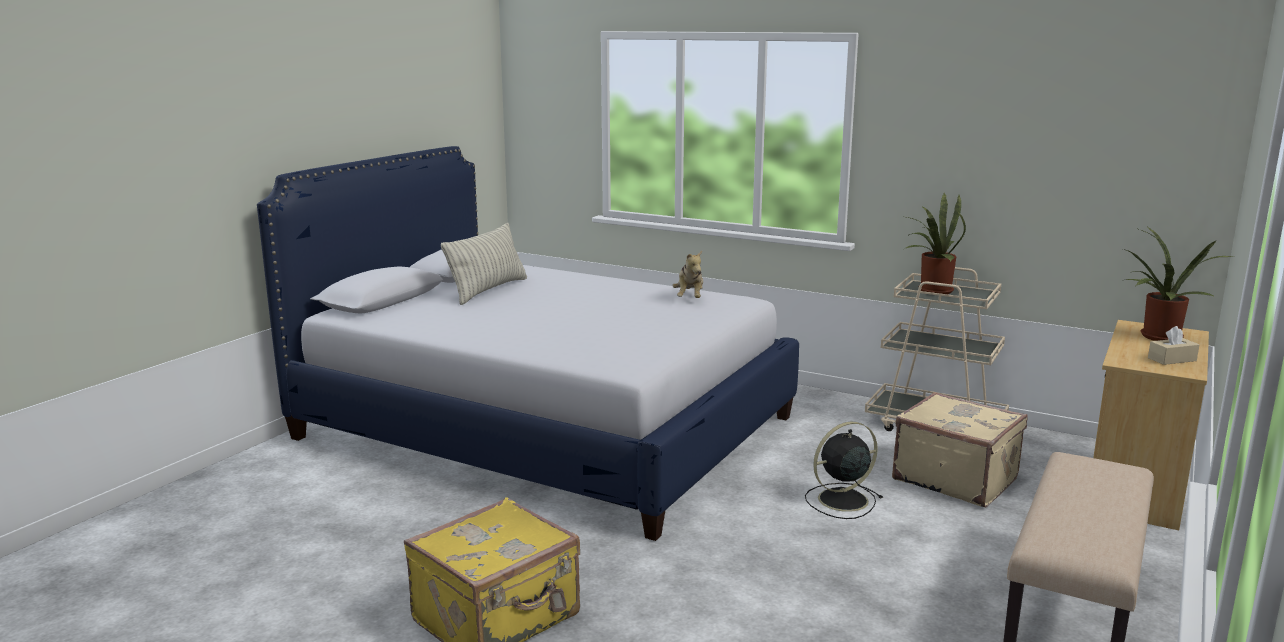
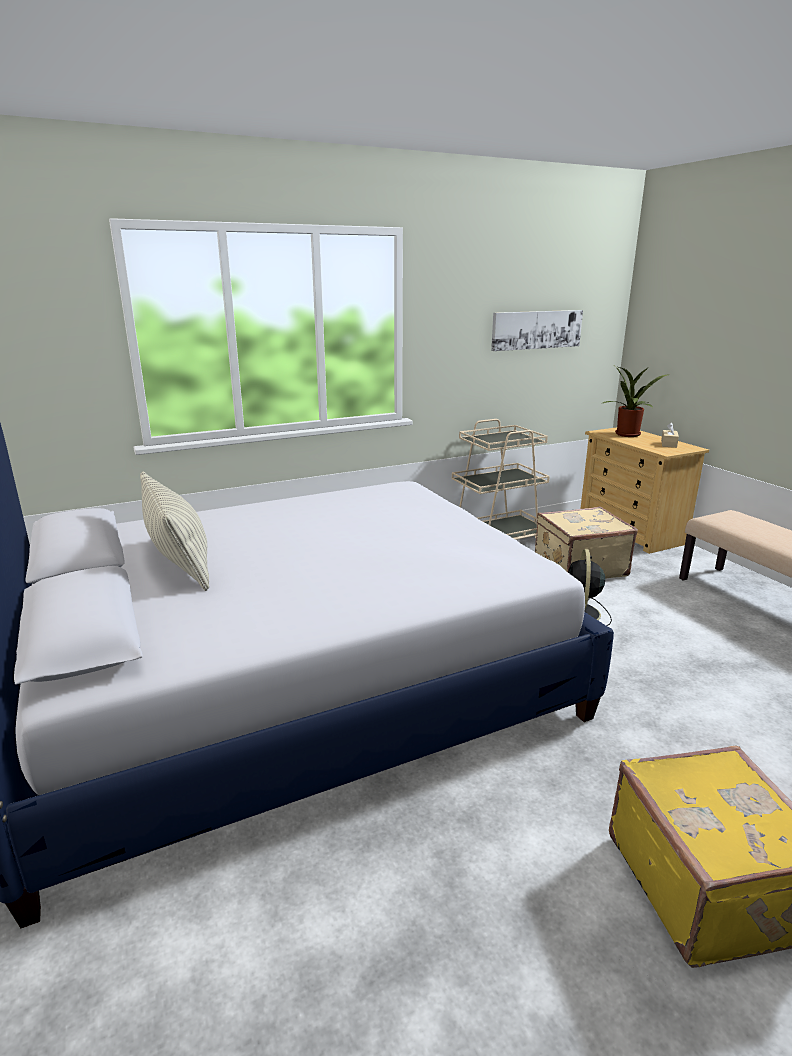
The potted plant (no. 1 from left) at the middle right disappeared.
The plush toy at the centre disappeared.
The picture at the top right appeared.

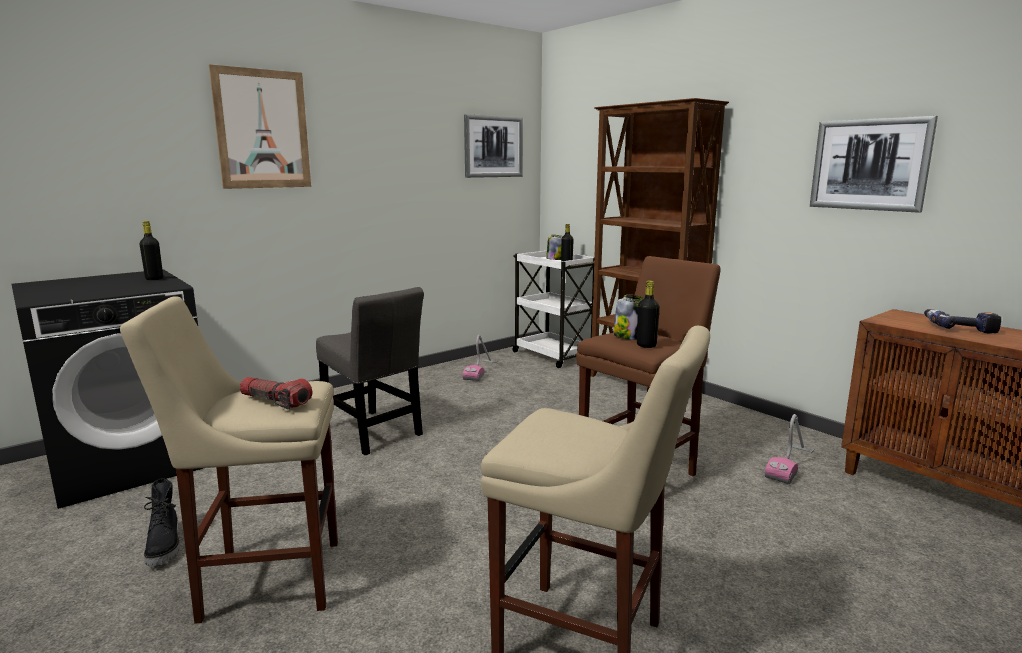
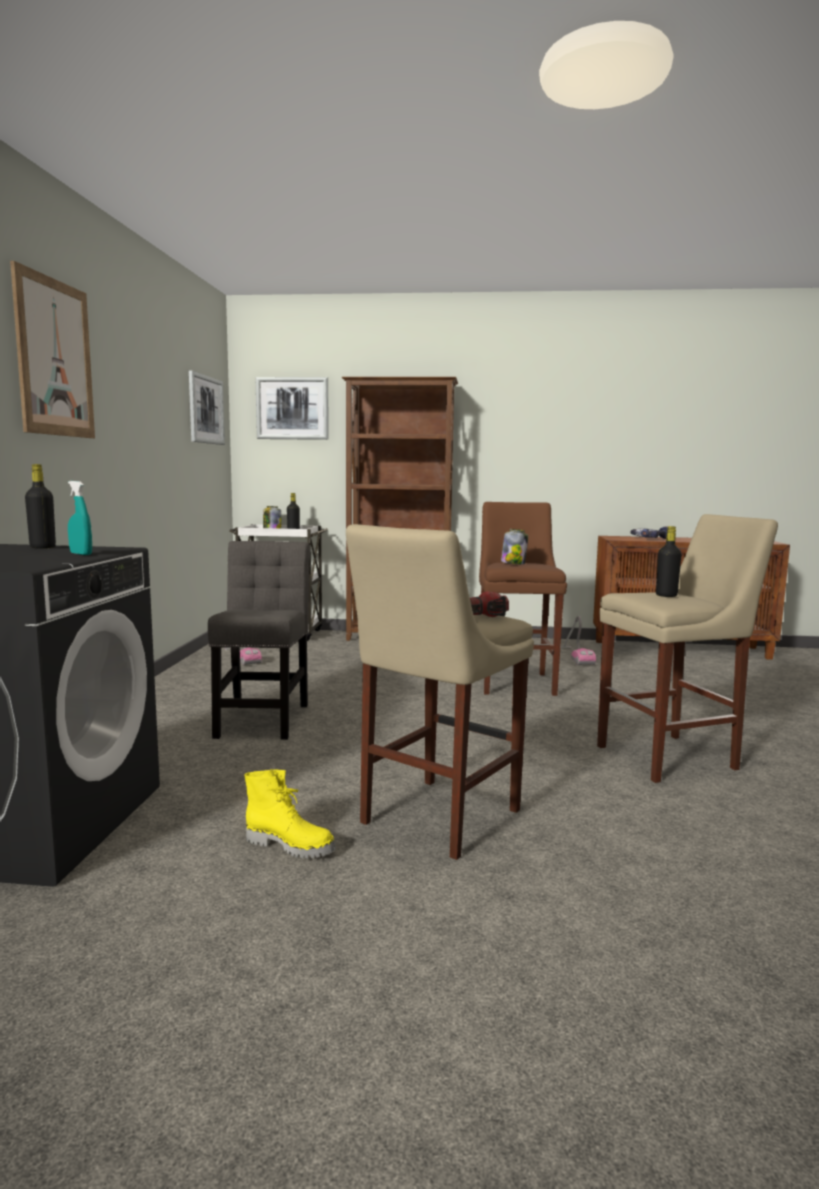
The picture (no. 3 from left) moved from the top right to the centre.
The black bottle (no. 3 from left) moved from the centre to the middle right.
The grey chair at the centre turned 90 degrees counterclockwise.
The black boot at the bottom left became the yellow boot at the bottom centre.
The turquoise spray bottle at the middle left appeared.

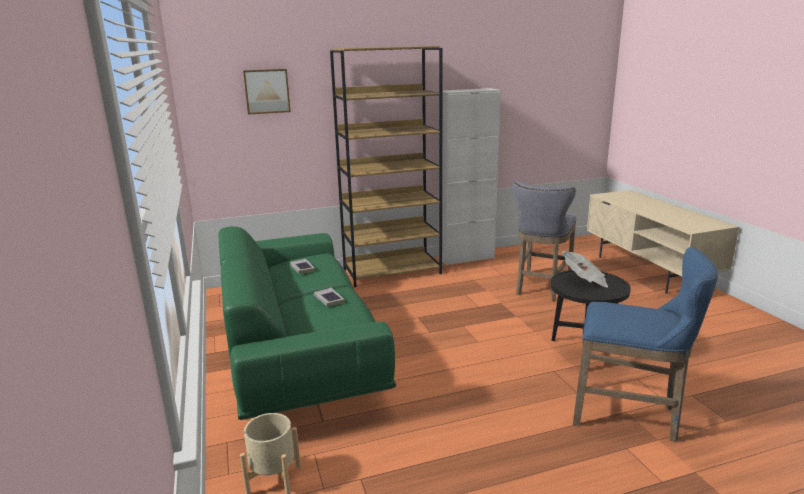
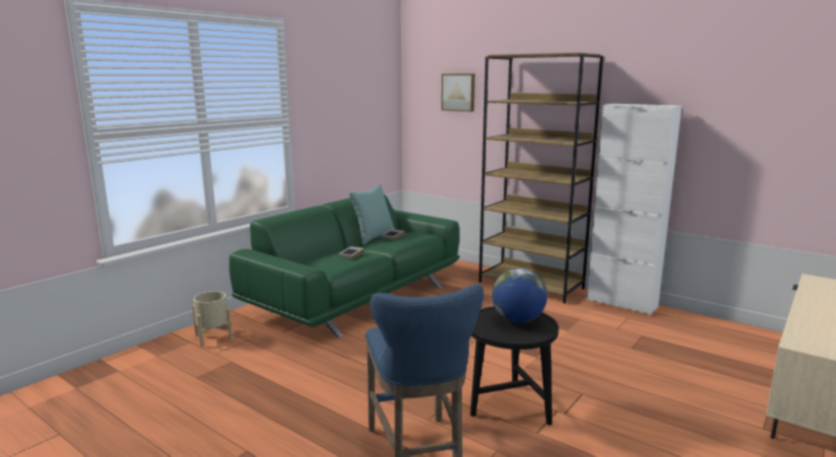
The grey stool at the middle right disappeared.
The newspaper at the middle right was replaced by the globe at the centre.
The turquoise pillow at the centre appeared.

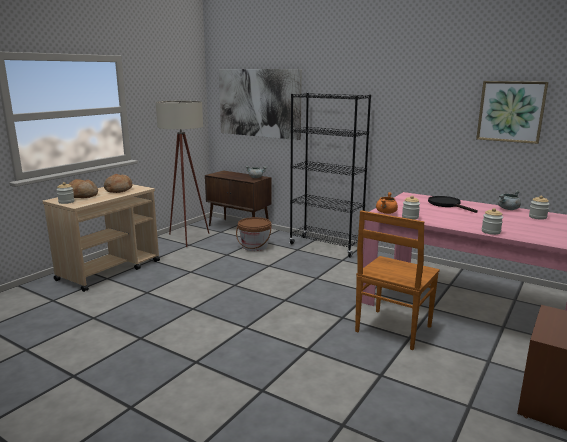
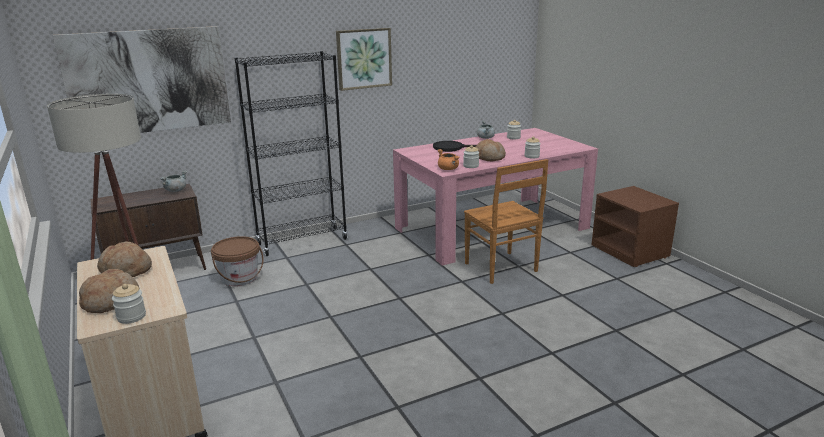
The picture (no. 2 from left) moved from the top right to the top centre.
The bread (no. 3 from left) at the centre appeared.

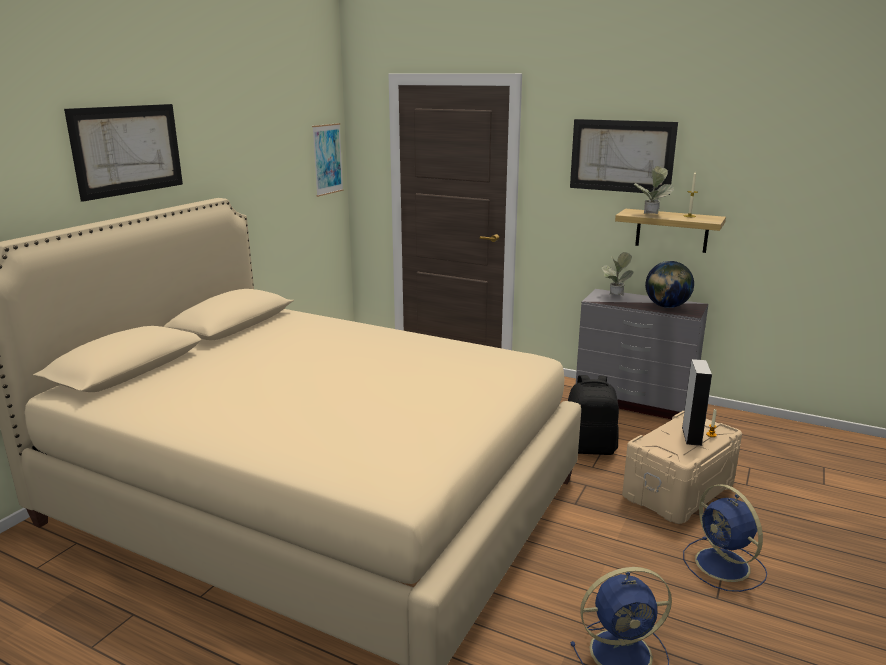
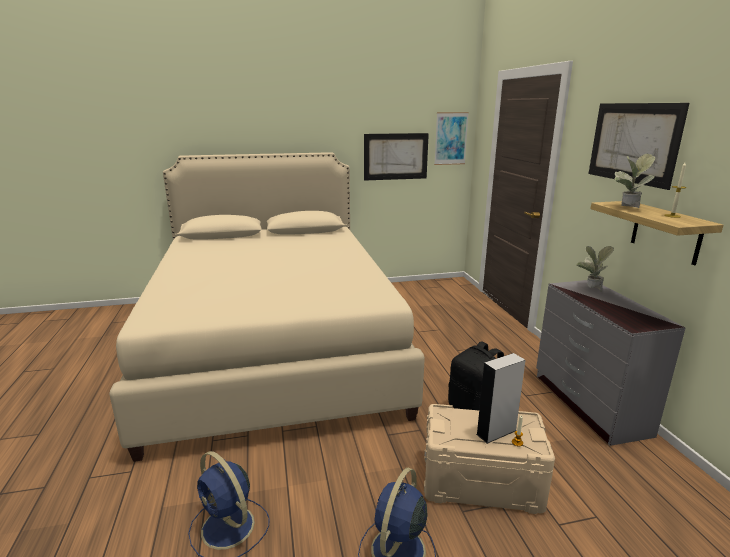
The picture (no. 1 from left) moved from the top left to the top centre.
The globe at the middle right disappeared.

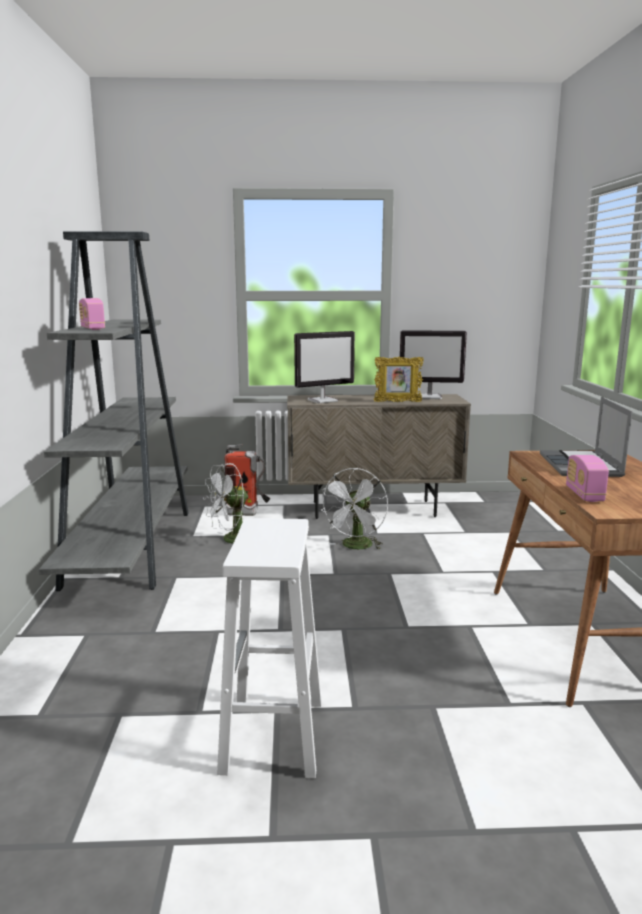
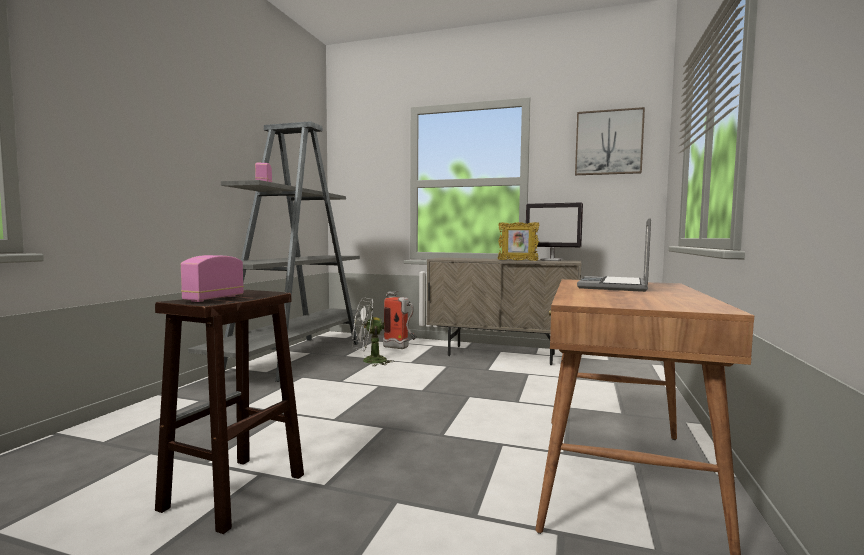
The monitor (no. 1 from left) at the centre disappeared.
The radio (no. 2 from left in the first image) moved from the middle right to the middle left.
The white fan (no. 2 from left) at the centre disappeared.
The white stool at the bottom centre became the brown stool at the bottom left.
The picture at the top right appeared.

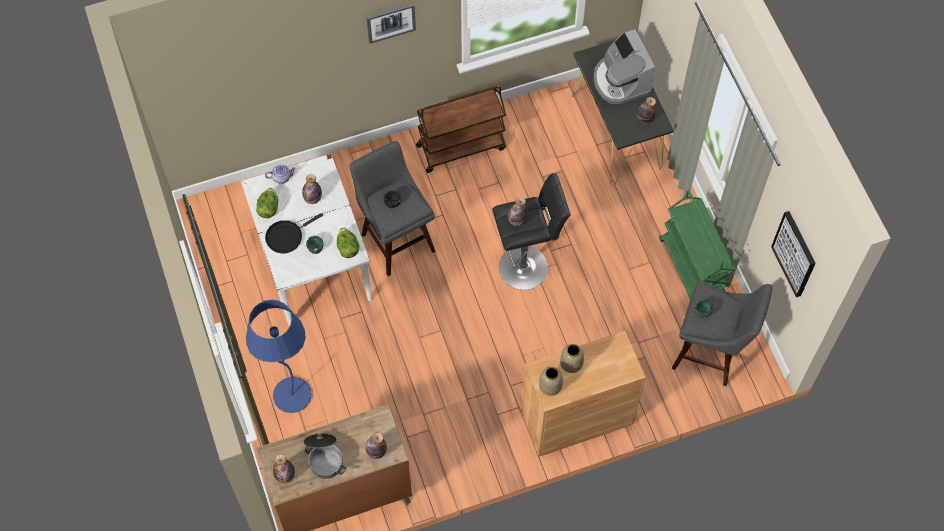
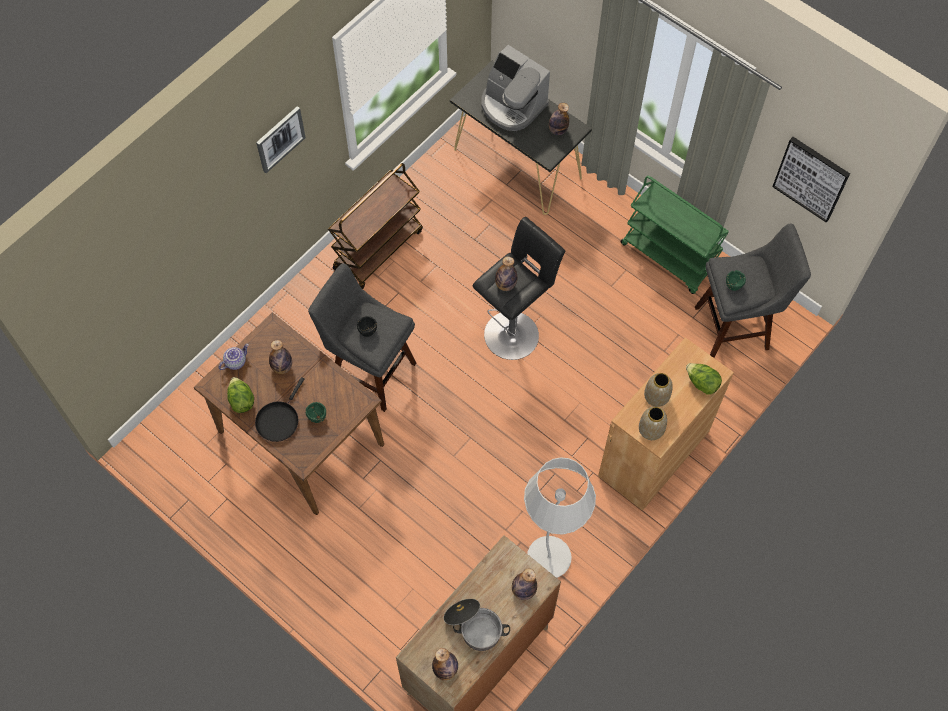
The white dining table at the middle left became the brown dining table at the middle left.
The lettuce (no. 2 from left) moved from the centre to the middle right.
The blue floor lamp at the bottom left disappeared.
The white floor lamp at the bottom centre appeared.

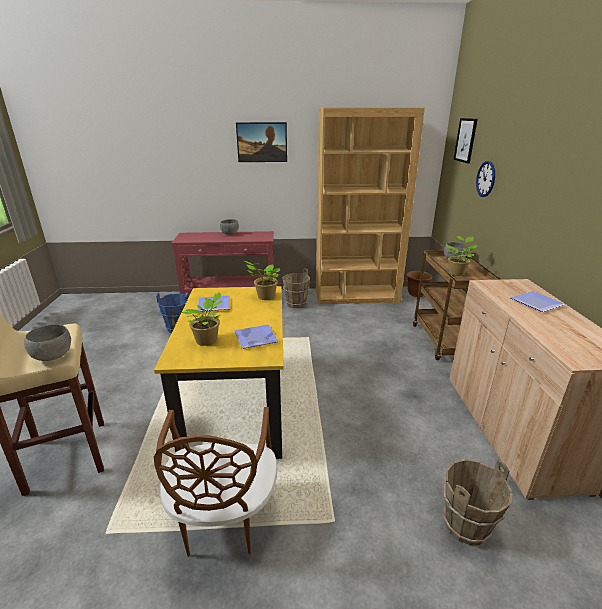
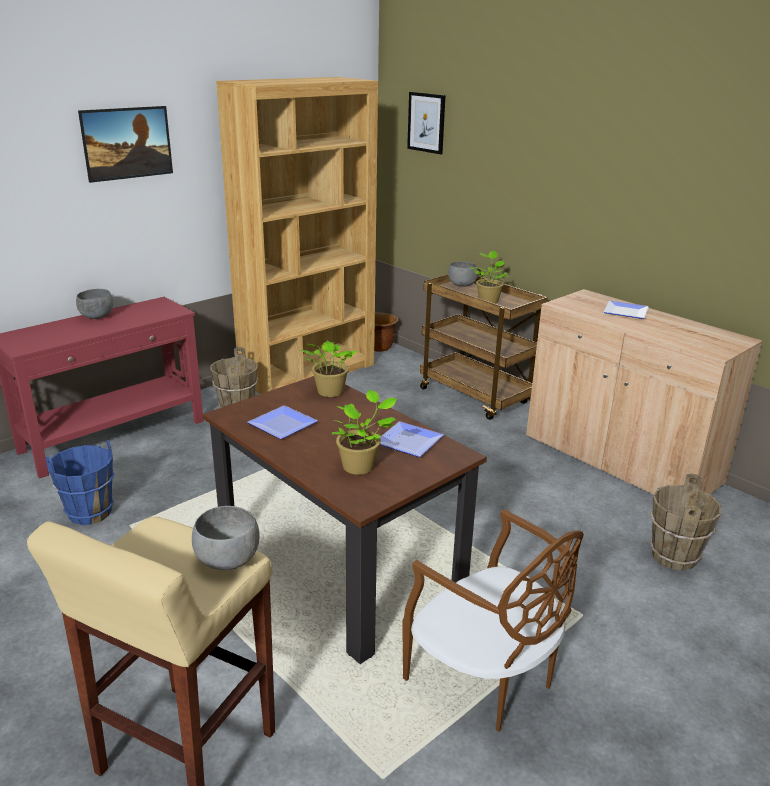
The wall clock at the top right disappeared.
The yellow dining table at the centre became the brown dining table at the centre.

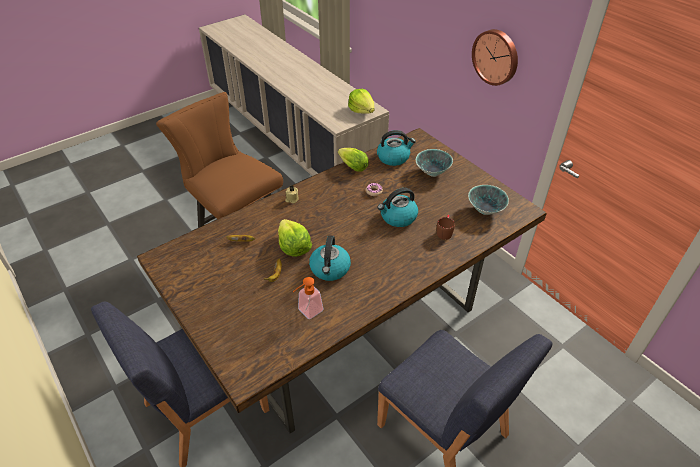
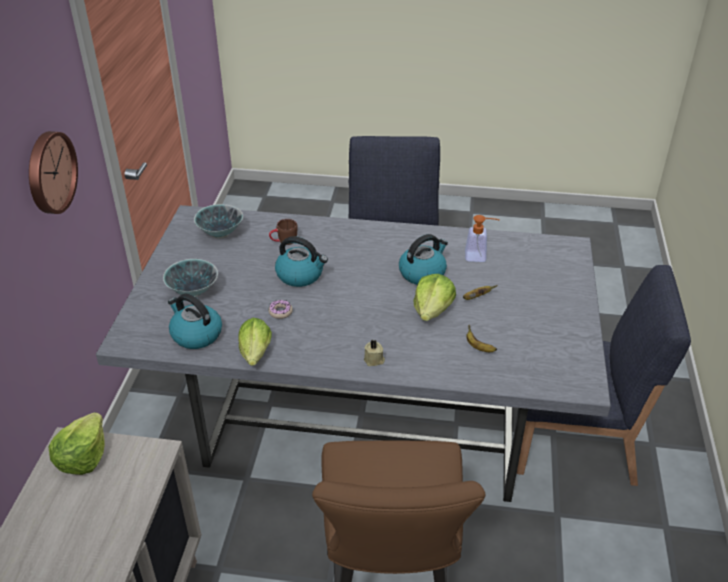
The brown dining table at the centre became the grey dining table at the centre.

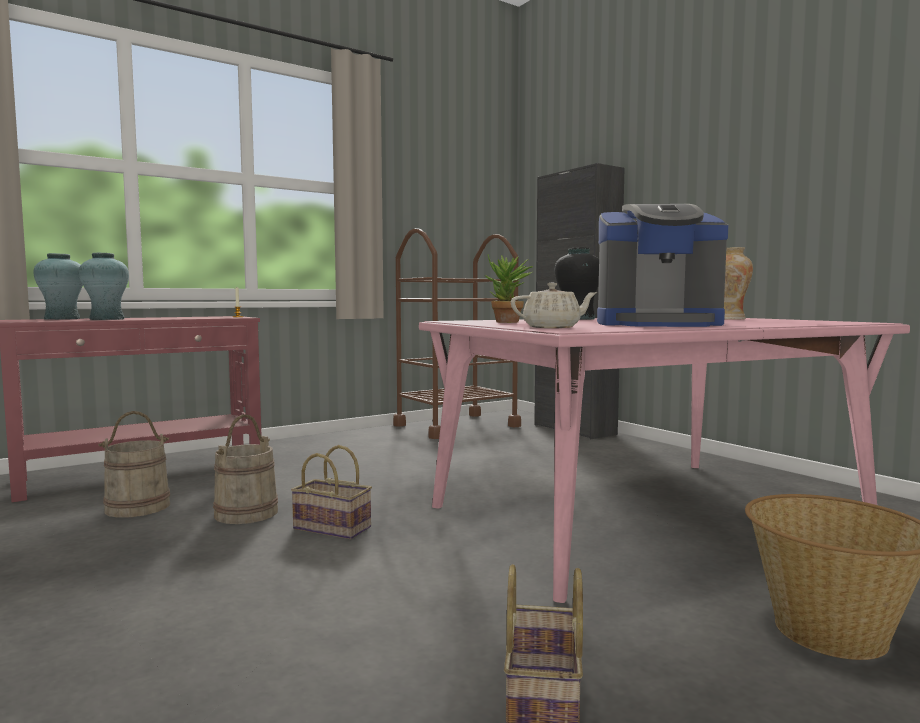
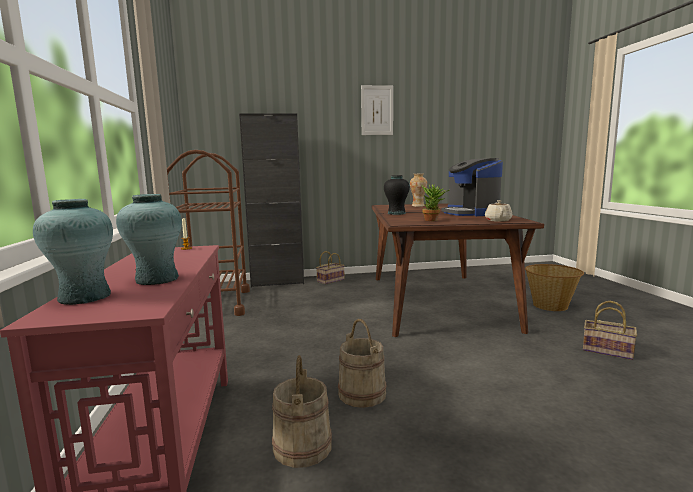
The coffee machine at the middle right turned 135 degrees clockwise.
The pink dining table at the middle right became the brown dining table at the centre.
The basket (no. 1 from left) moved from the bottom centre to the centre.
The picture at the top centre appeared.

